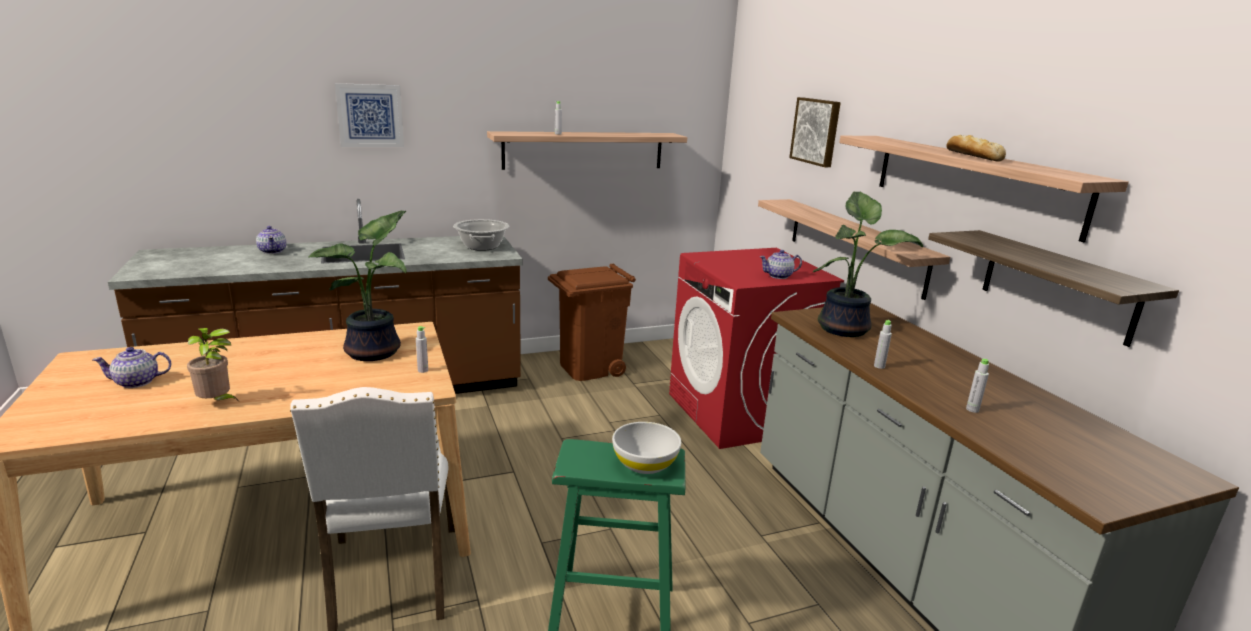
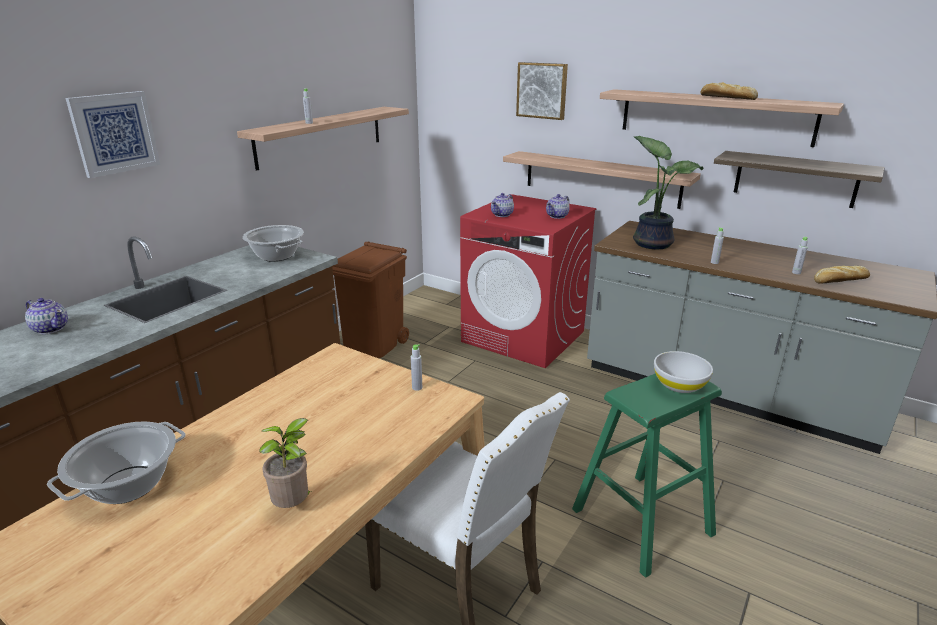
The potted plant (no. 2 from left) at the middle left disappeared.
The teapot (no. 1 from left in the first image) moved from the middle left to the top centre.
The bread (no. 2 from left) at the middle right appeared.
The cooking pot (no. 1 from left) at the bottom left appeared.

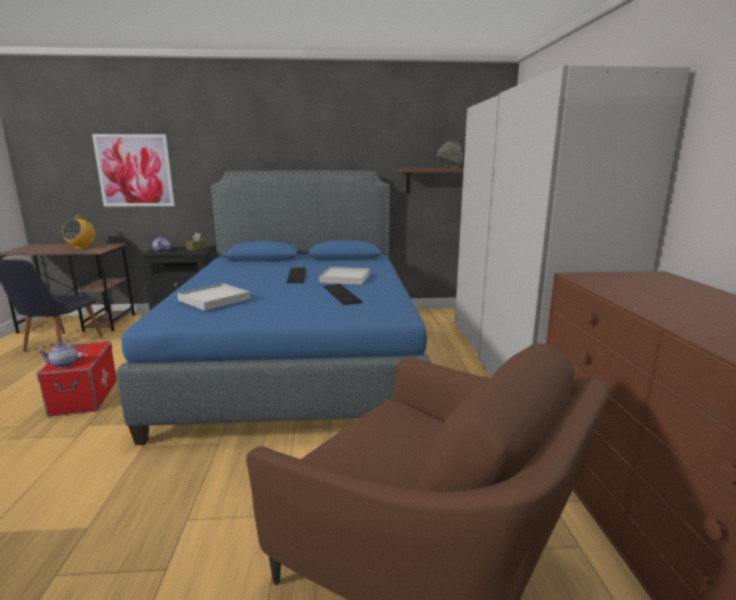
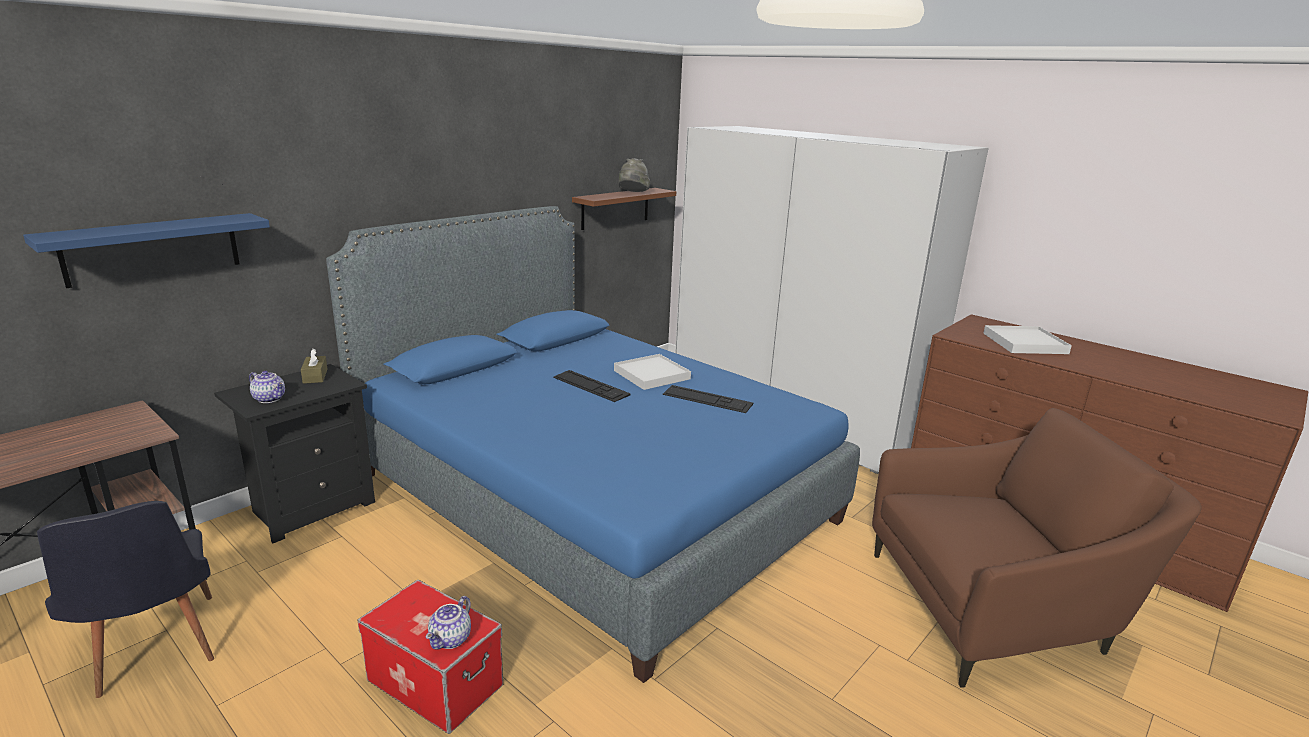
The picture at the top left was replaced by the blue shelf at the middle left.
The radio at the middle left disappeared.
The white tray (no. 1 from left in the first image) moved from the middle left to the middle right.

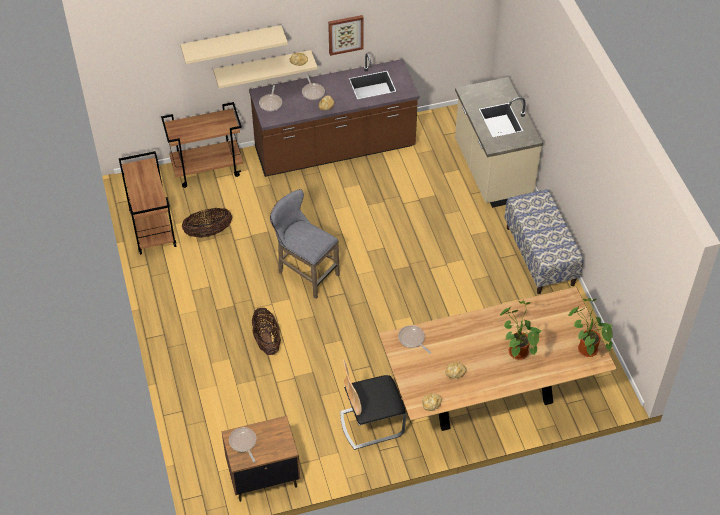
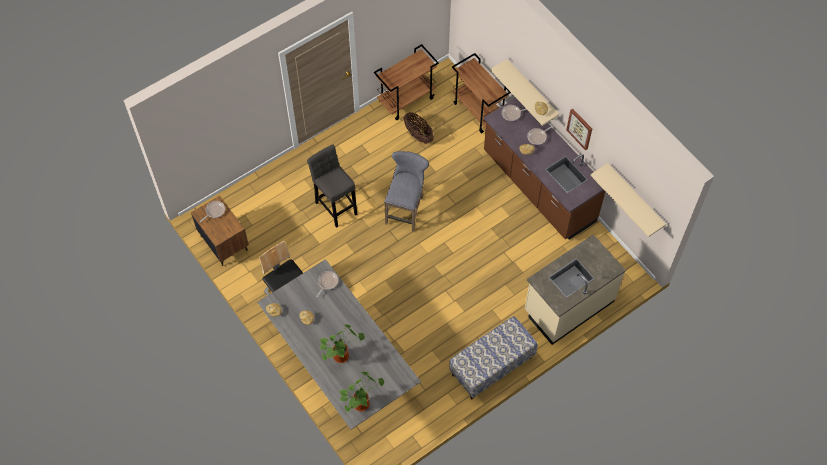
The beige shelf (no. 1 from left in the first image) moved from the top left to the middle right.
The brown dining table at the bottom right became the grey dining table at the bottom centre.
The basket (no. 2 from left) at the centre was replaced by the grey stool (no. 1 from left) at the centre.

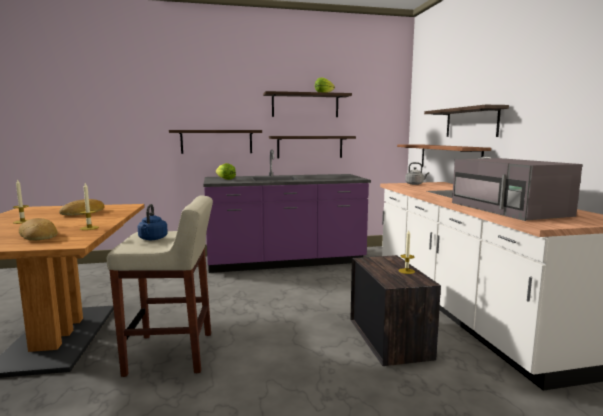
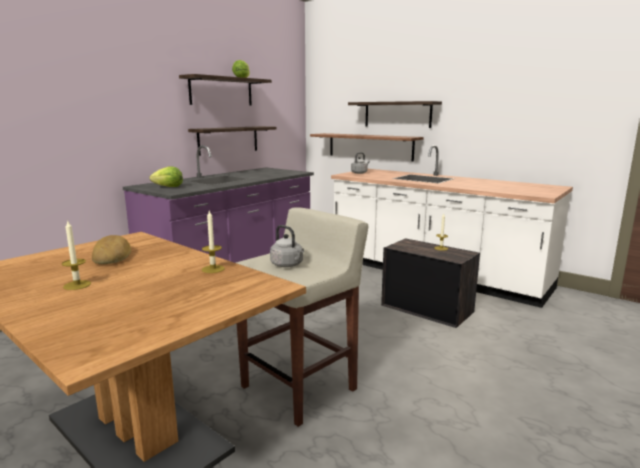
The shelf (no. 1 from left) at the centre disappeared.
The grey microwave at the middle right disappeared.
The blue kettle at the middle left became the grey kettle (no. 1 from left) at the centre.
The bread (no. 1 from left) at the middle left disappeared.

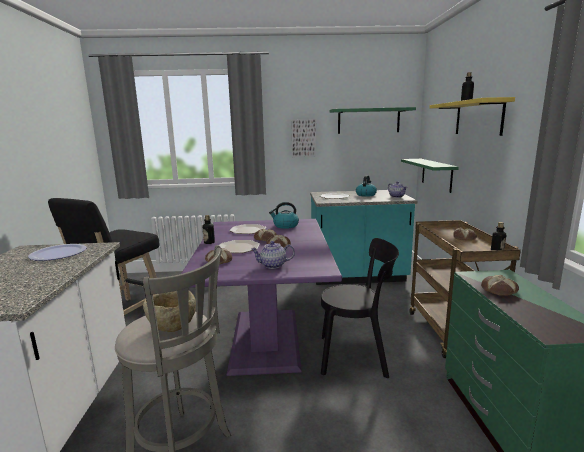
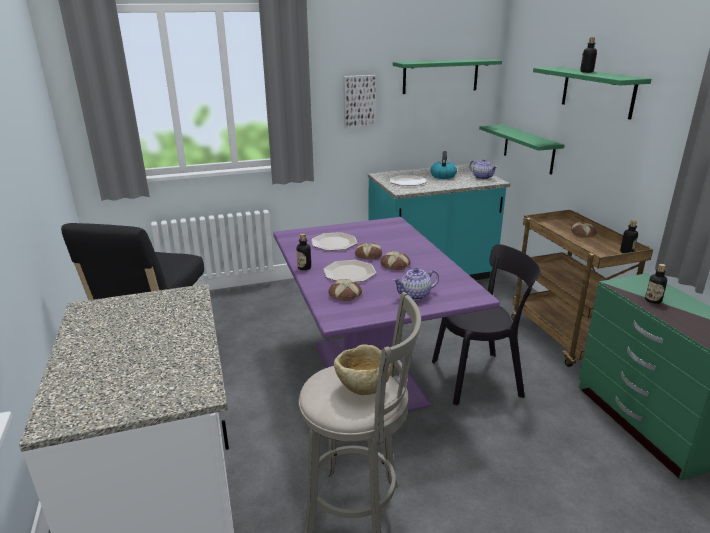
The yellow shelf at the top right became the green shelf (no. 3 from left) at the top right.
The kettle (no. 1 from left) at the centre disappeared.
The plate (no. 1 from left) at the middle left disappeared.
The bread (no. 5 from left) at the middle right was replaced by the bottle (no. 4 from left) at the middle right.

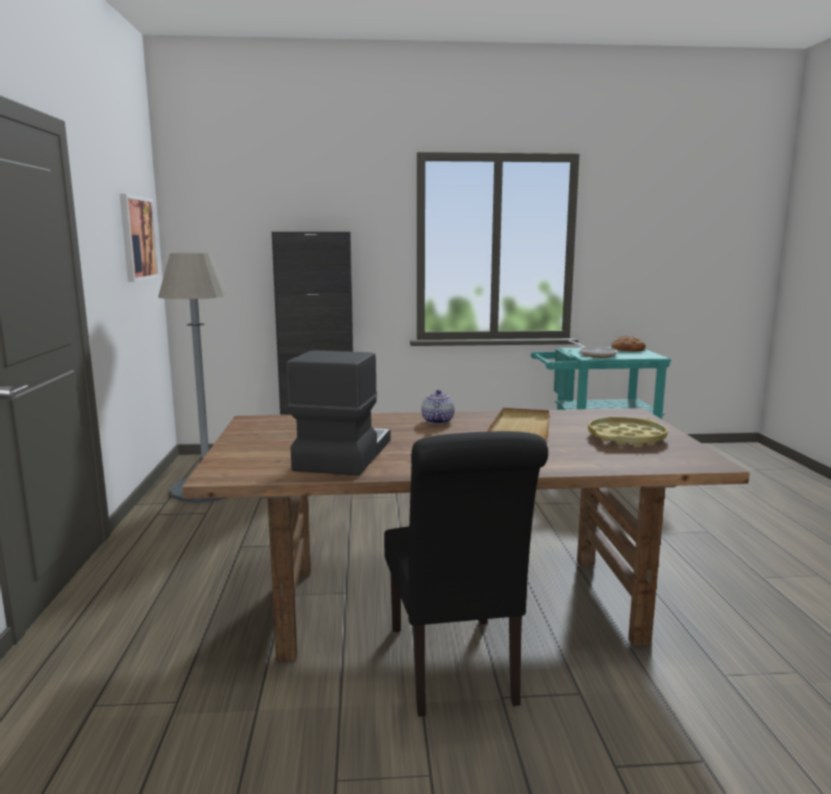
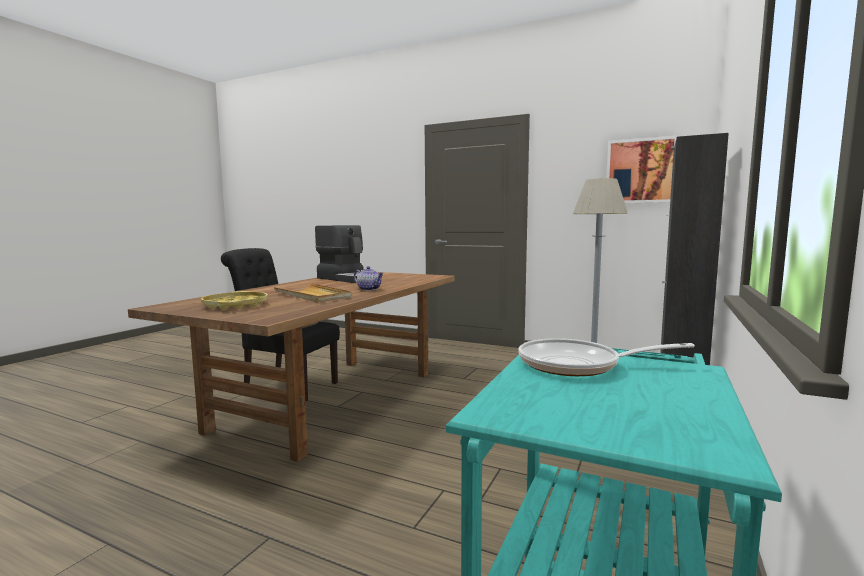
The bread at the middle right disappeared.

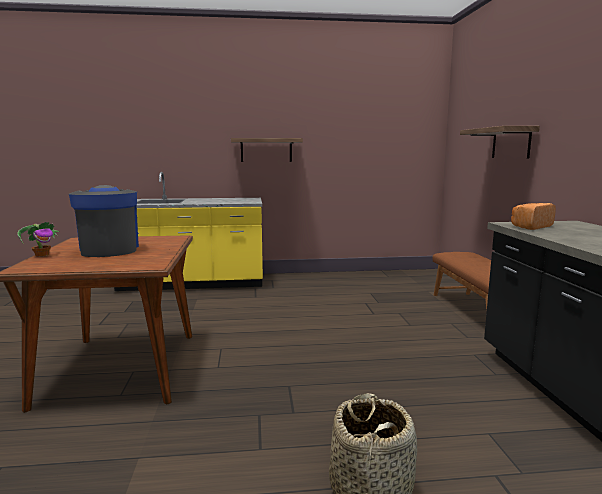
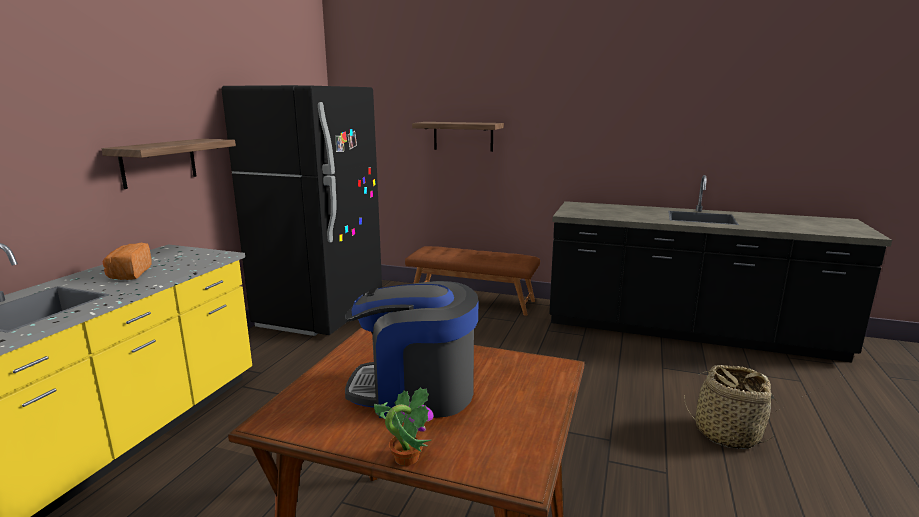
The bread moved from the middle right to the middle left.
The black fridge at the middle left appeared.

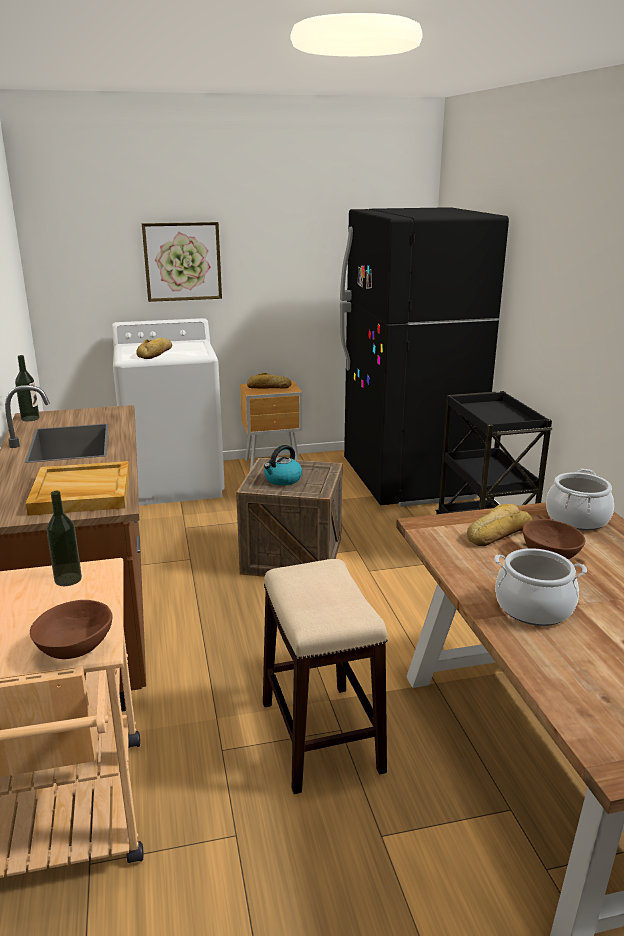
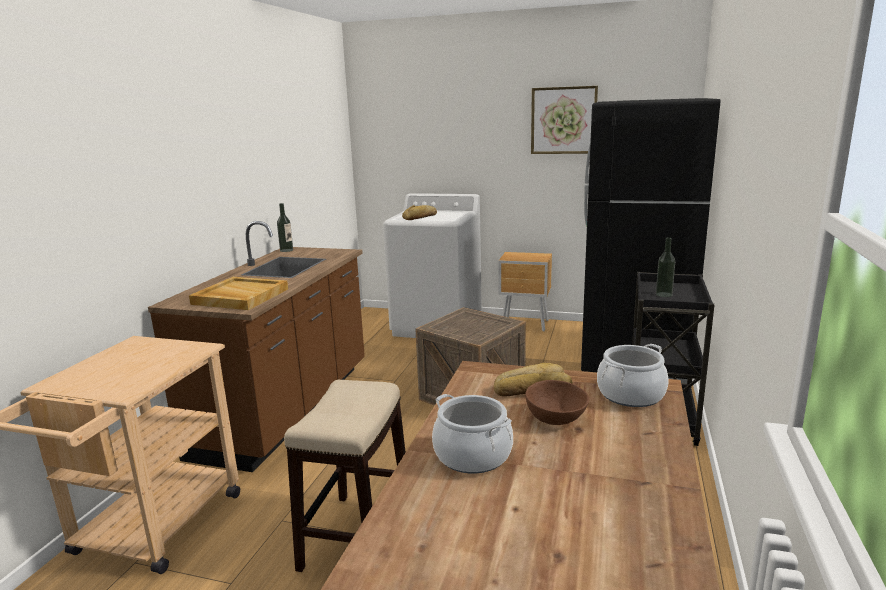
The picture moved from the top left to the top centre.
The bread (no. 2 from left) at the centre disappeared.
The kettle at the centre disappeared.
The bottle (no. 2 from left) moved from the middle left to the middle right.
The brown bowl (no. 1 from left) at the bottom left disappeared.

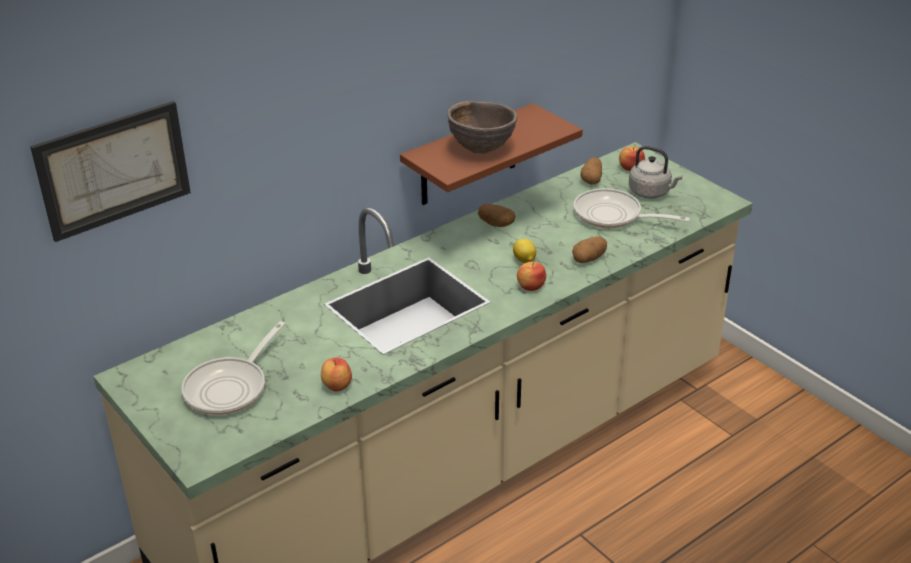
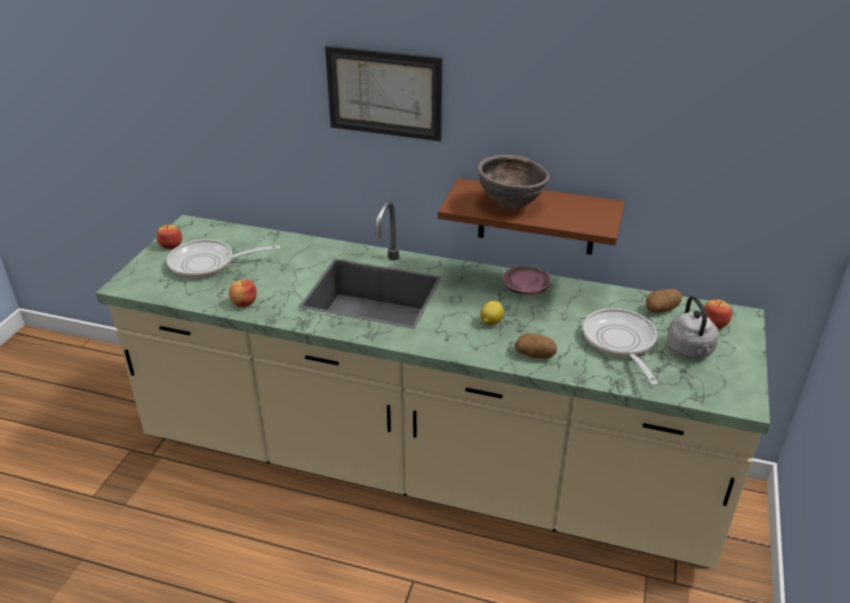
The picture moved from the top left to the top centre.
The potato (no. 1 from left) at the centre was replaced by the pink plate at the centre.
The apple (no. 2 from left in the first image) moved from the centre to the middle left.

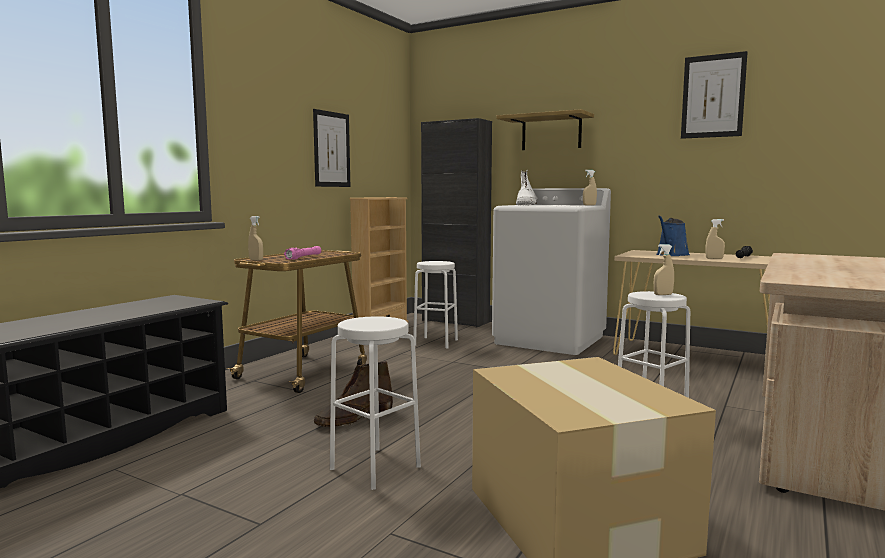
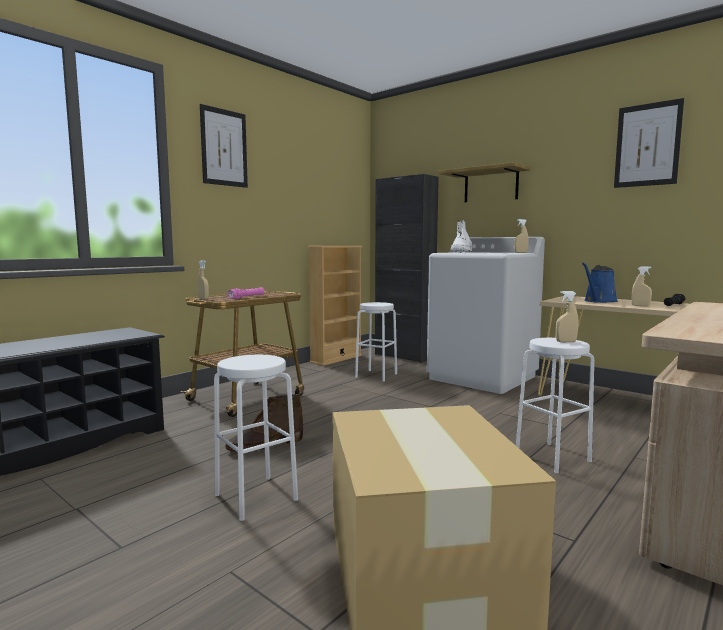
The picture (no. 1 from left) moved from the top centre to the top left.

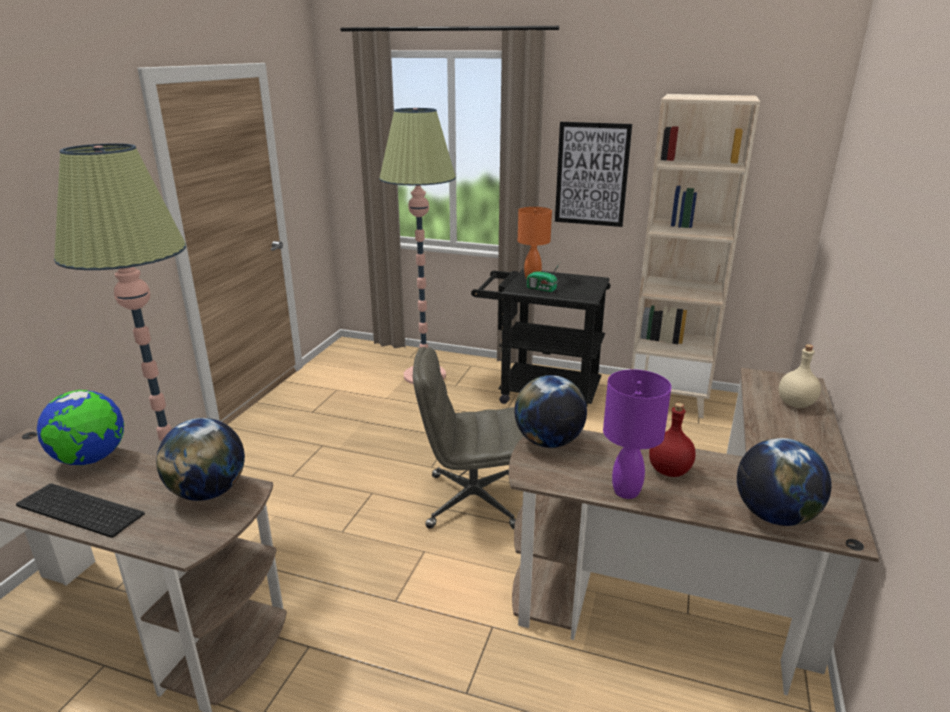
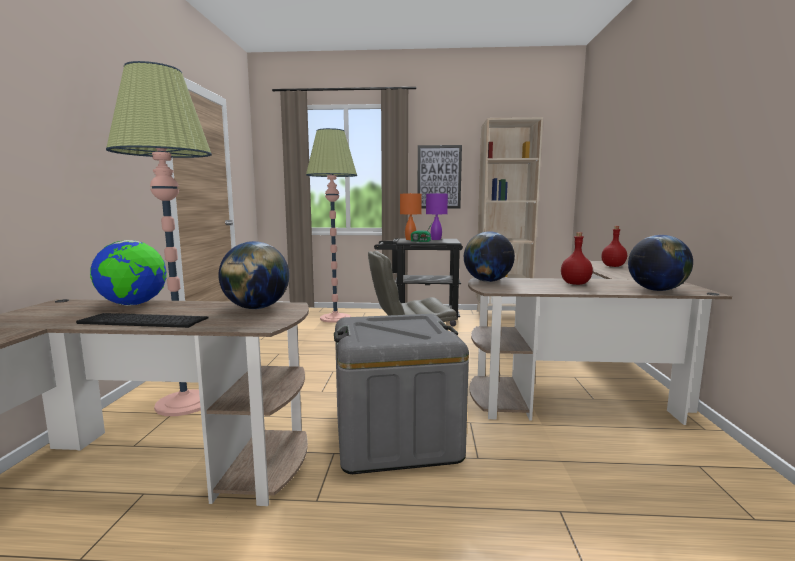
The beige bottle at the middle right became the red bottle (no. 2 from left) at the middle right.
The purple table lamp moved from the middle right to the centre.
The grey storage box at the bottom centre appeared.

